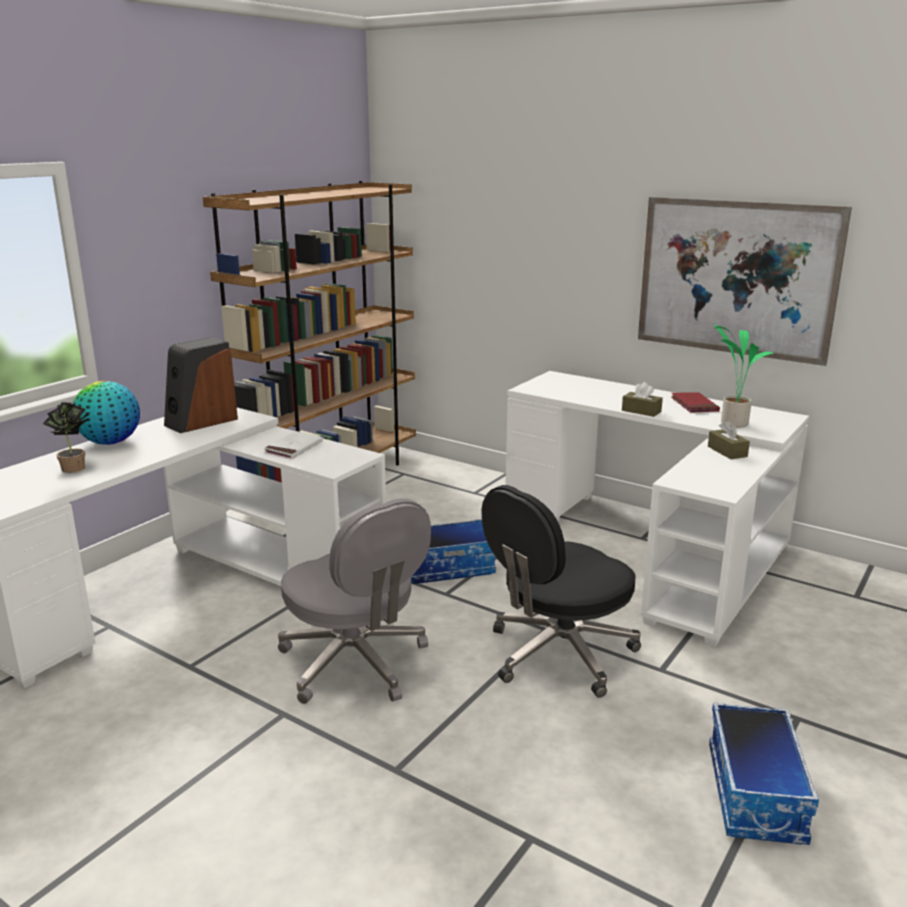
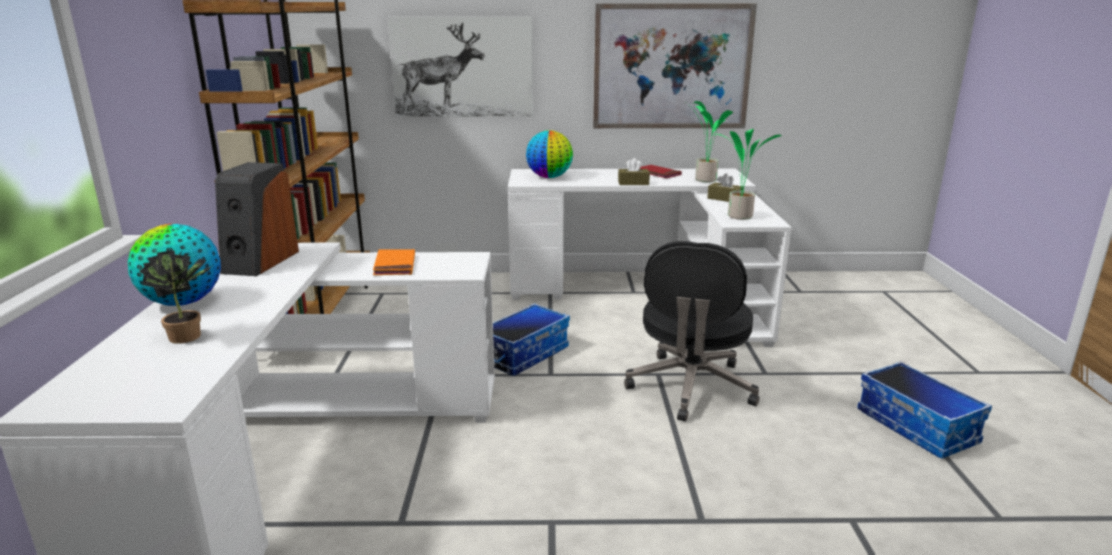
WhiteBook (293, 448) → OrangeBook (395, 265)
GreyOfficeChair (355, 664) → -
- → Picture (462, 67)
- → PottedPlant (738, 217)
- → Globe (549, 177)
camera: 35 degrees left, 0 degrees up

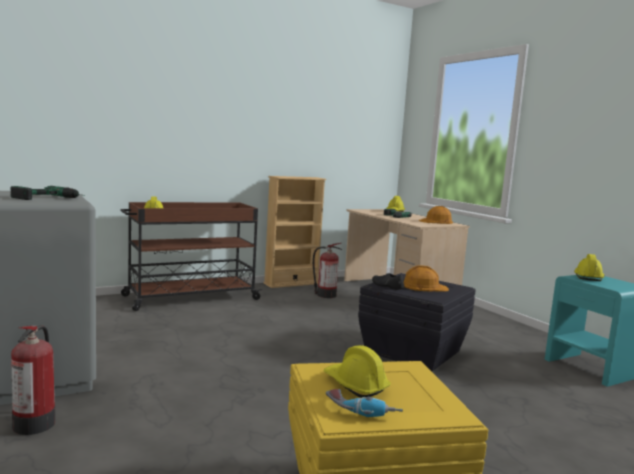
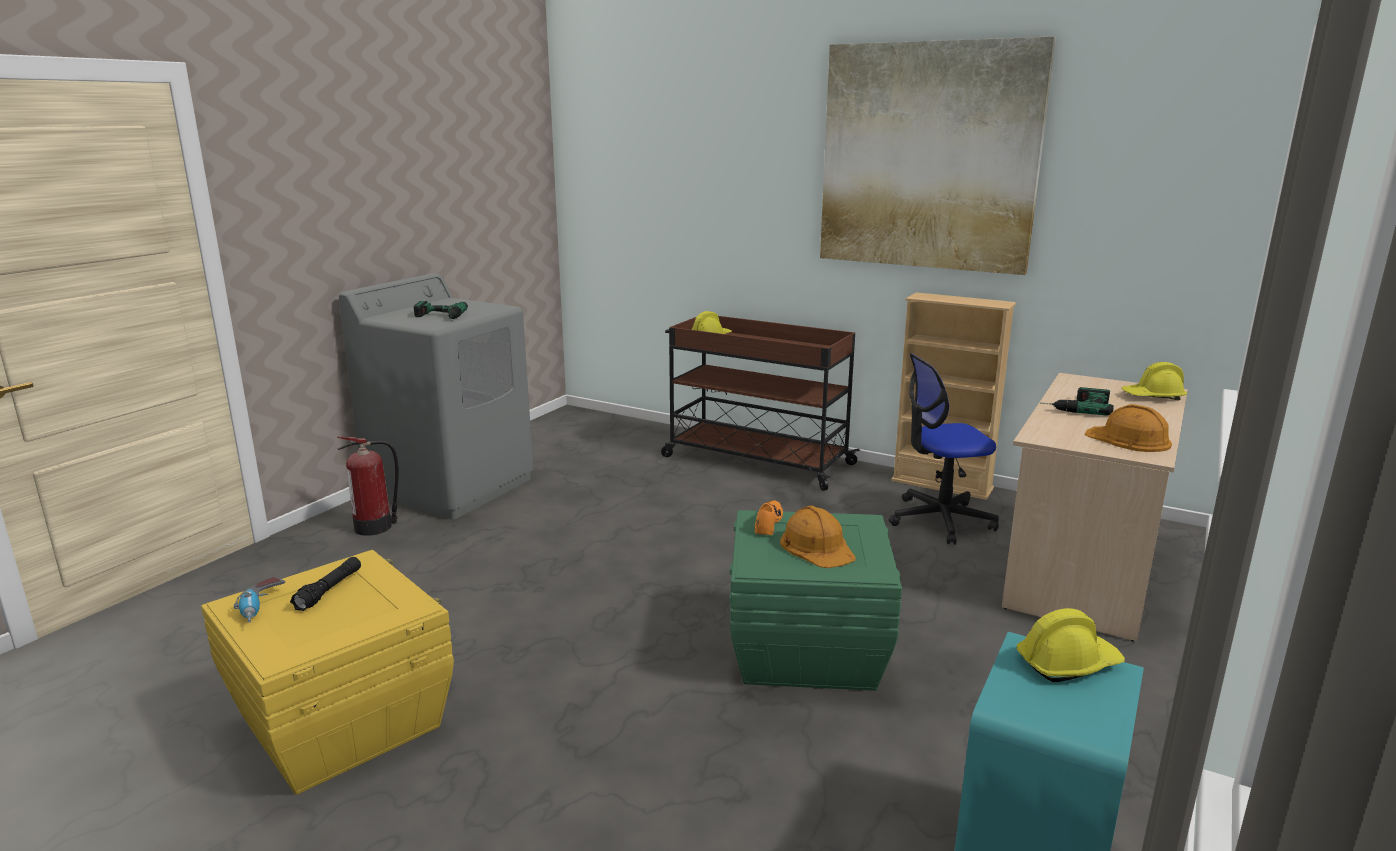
FireExtinguisher (325, 295) → OfficeChair (940, 520)
BlackStorageBox (411, 351) → GreenStorageBox (805, 649)
BlackShoe (387, 286) → OrangeShoe (767, 523)
YellowHardHat (355, 385) → BlackFlashlight (329, 590)
- → Picture (928, 157)
camera: 60 degrees right, 10 degrees up

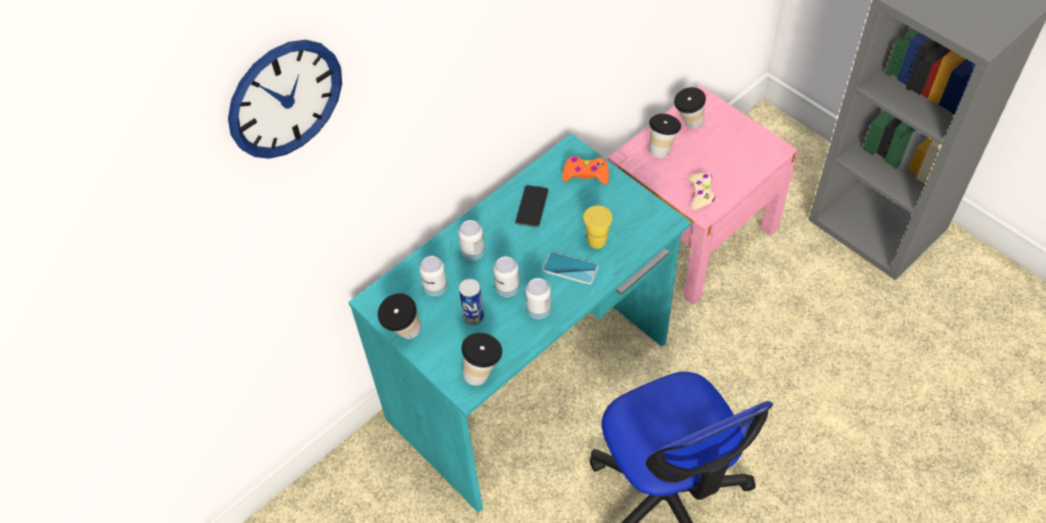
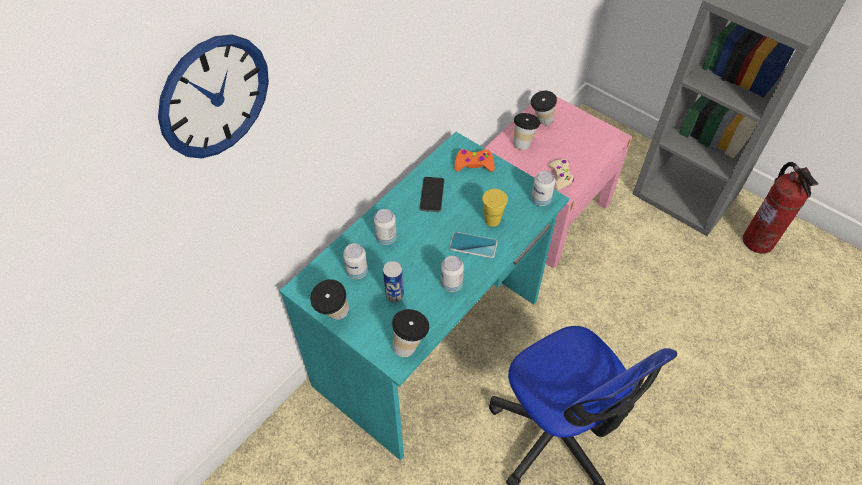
Can (507, 288) → Can (541, 200), shifted
- → FireExtinguisher (758, 241)
camera: 10 degrees left, 0 degrees up

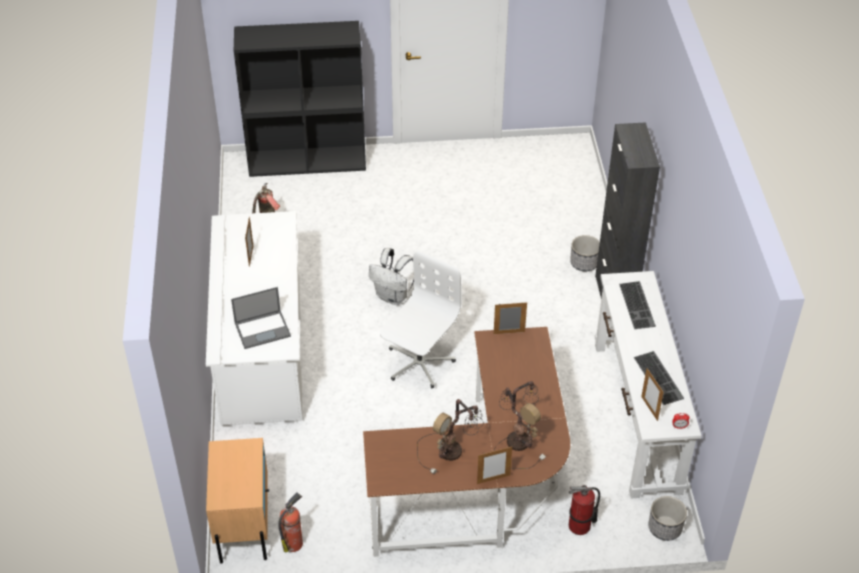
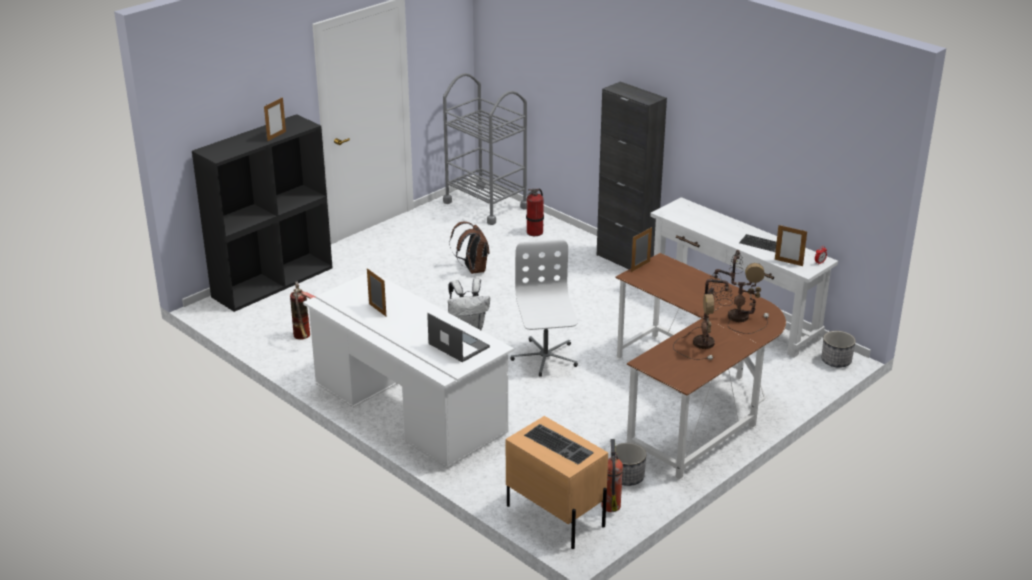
Planter (584, 263) → Planter (627, 477), shifted
Keyboard (638, 305) → Keyboard (560, 444), shifted
Laptop (263, 329) → Laptop (458, 345), 75 degrees counterclockwise
PictureFrame (493, 479) → PictureFrame (276, 136), shifted
FireExtinguisher (580, 526) → FireExtinguisher (535, 232), shifted
- → GreyCart (486, 205)
- → BrownBackpack (473, 269)
camera: 40 degrees left, 15 degrees down

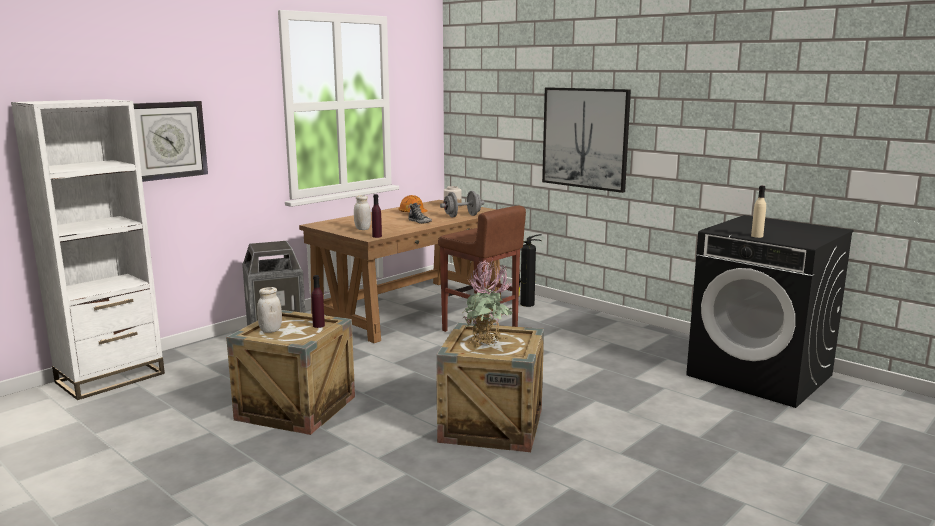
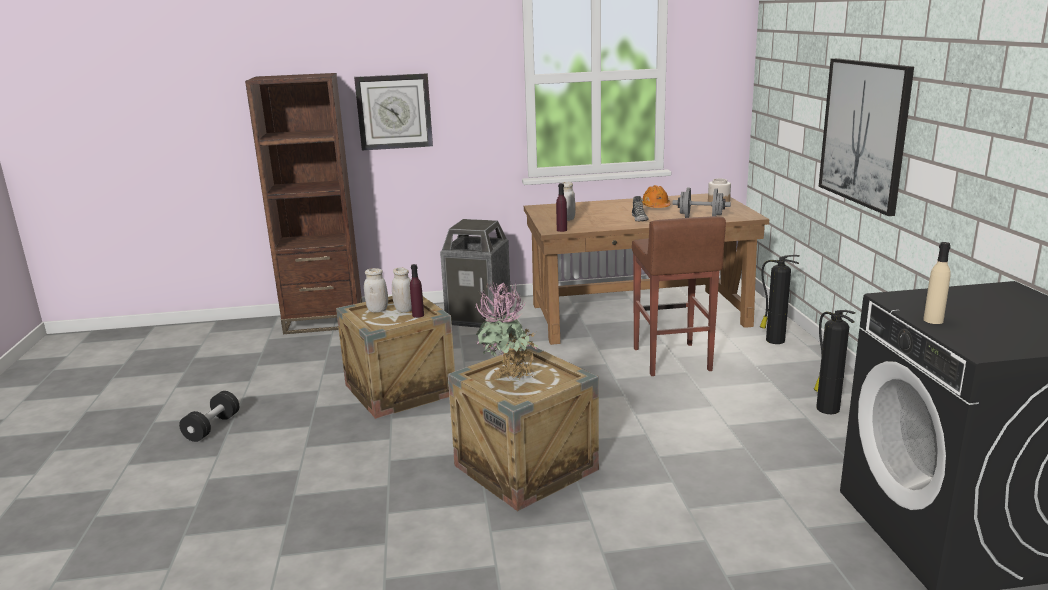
WhiteBookcase (110, 378) → BrownBookcase (324, 321)
- → WhiteJar (404, 310)
- → FireExtinguisher (826, 408)
- → BlackDumbbell (212, 427)
camera: 40 degrees right, 5 degrees up

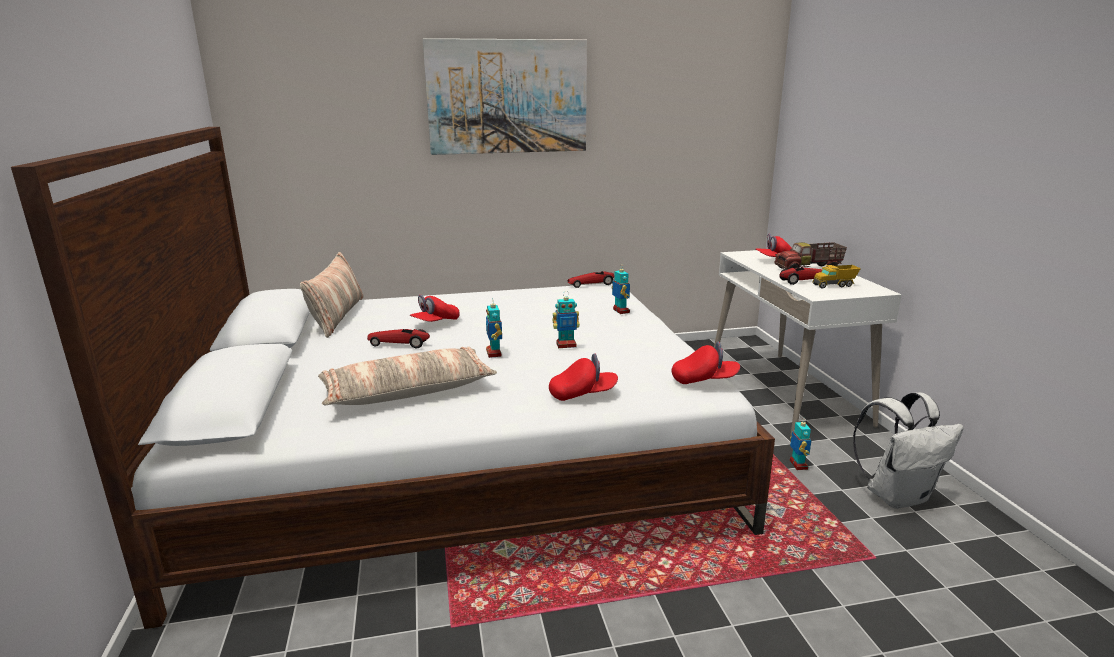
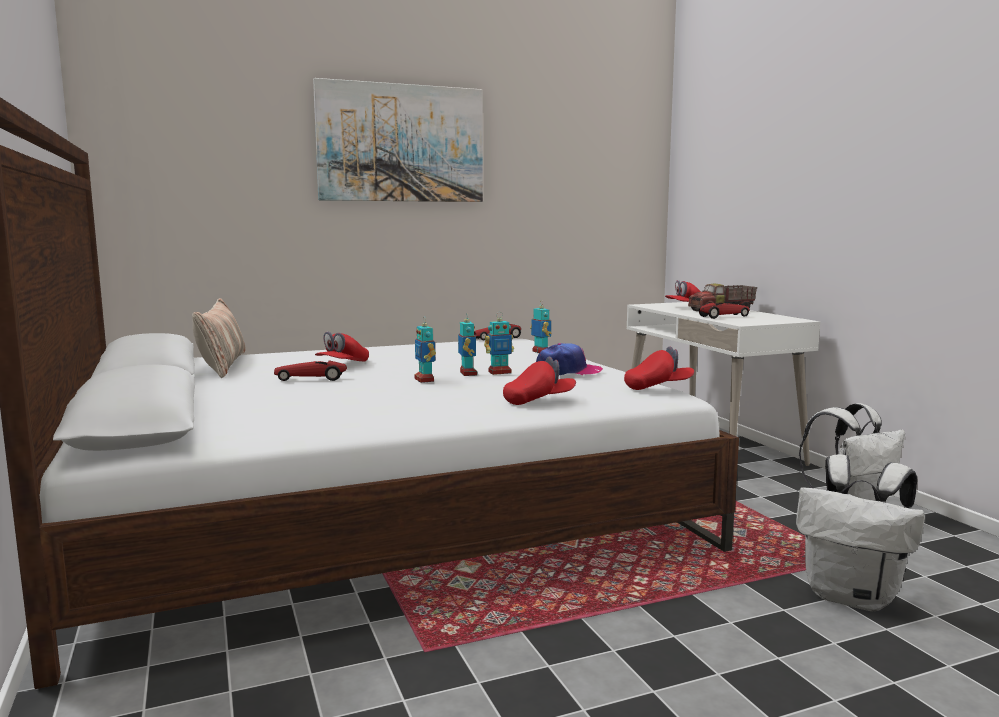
ToyTruck (834, 285) → -
Pillow (408, 391) → -
ToyRobot (798, 465) → ToyRobot (467, 373), shifted
- → Cap (568, 371)
- → WhiteBackpack (853, 597)
camera: 10 degrees left, 10 degrees down

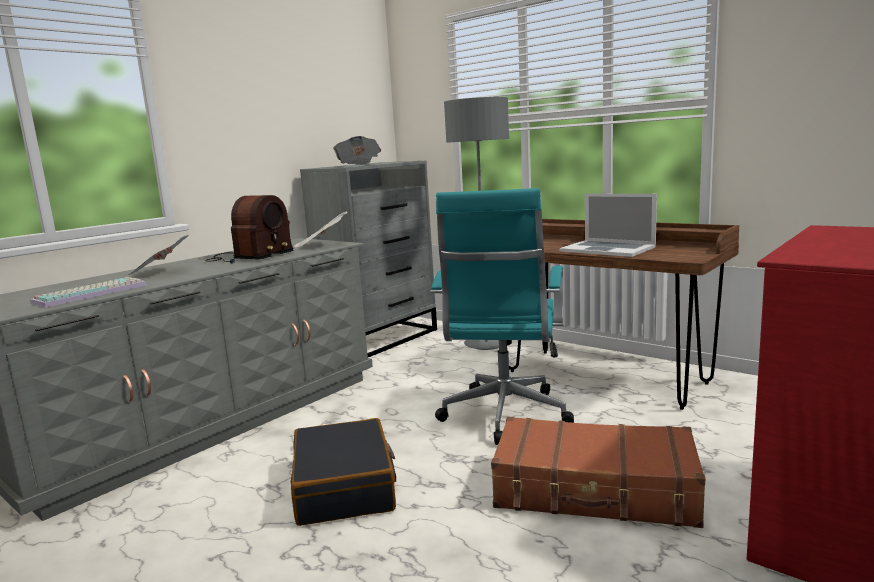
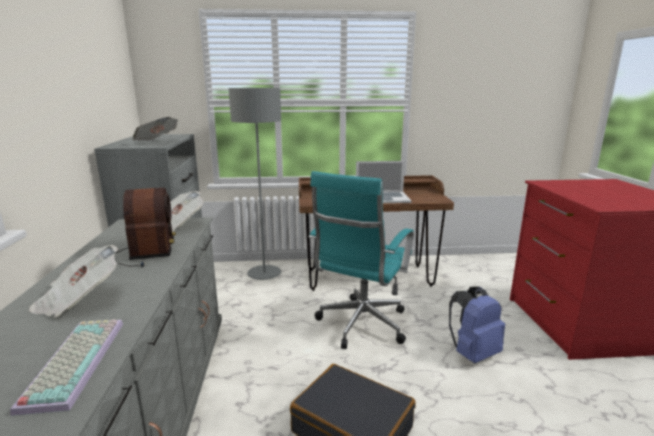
TurquoiseOfficeChair (504, 417) → TurquoiseOfficeChair (360, 326), 60 degrees clockwise
BrownSuitcase (595, 490) → BlueBackpack (472, 353)
camera: 45 degrees left, 5 degrees up

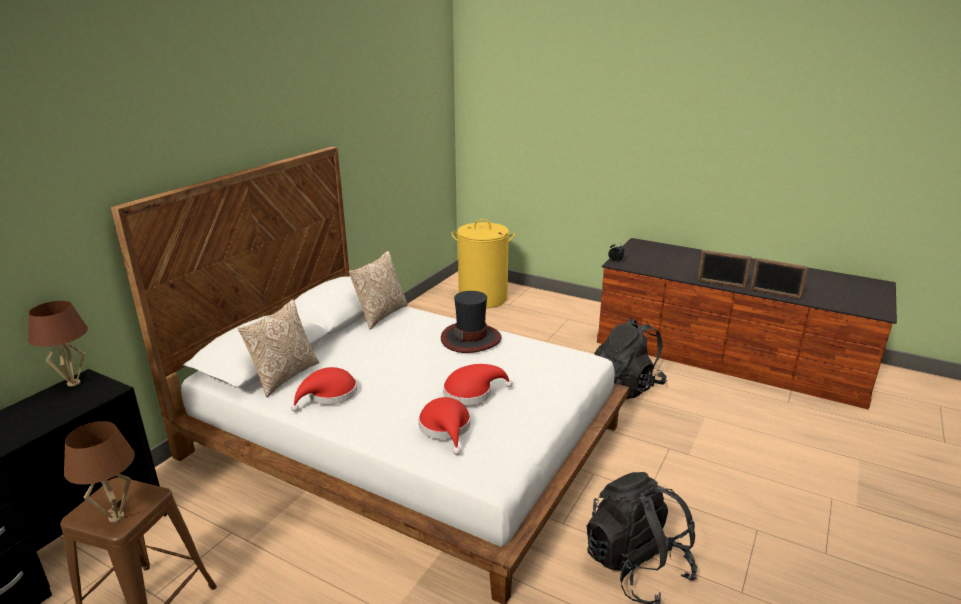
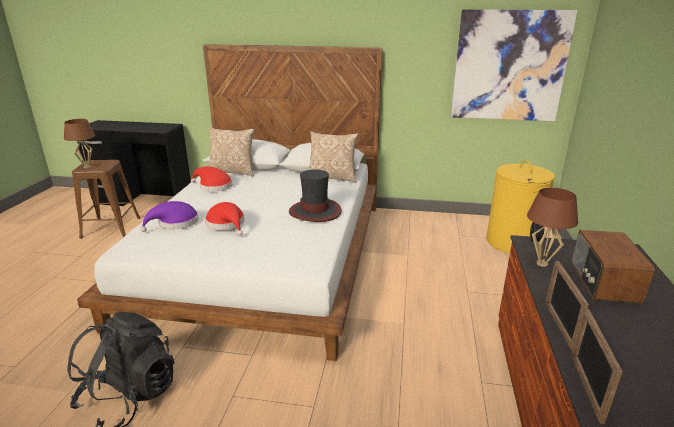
BrownTableLamp (74, 383) → BrownTableLamp (542, 264), shifted
BlackBackpack (627, 386) → -
RedHat (446, 428) → PurpleHat (175, 223)
- → Picture (509, 66)
- → Radio (602, 282)
camera: 70 degrees right, 0 degrees up

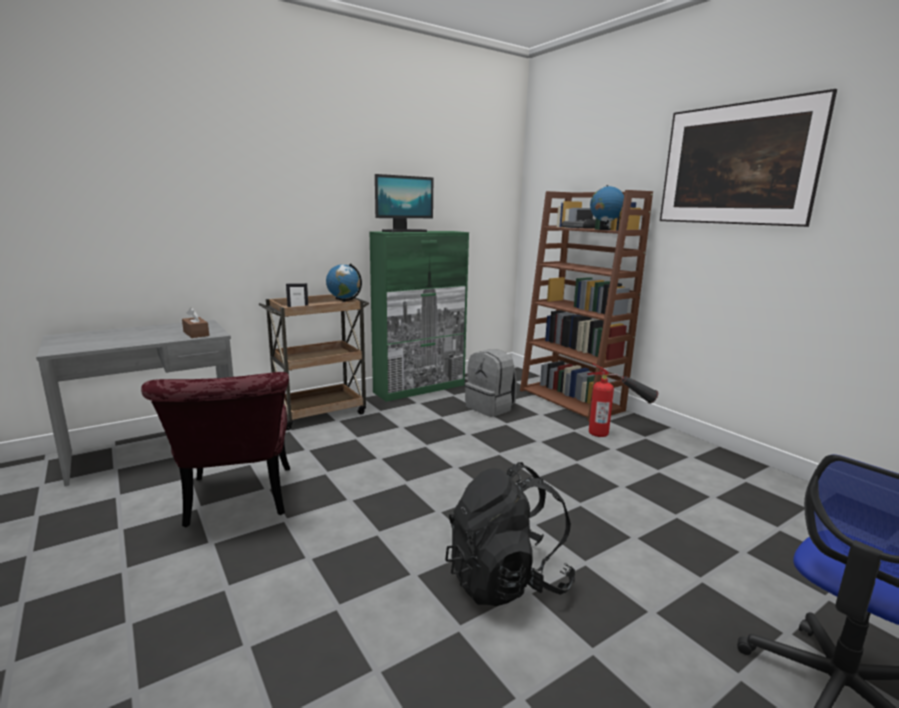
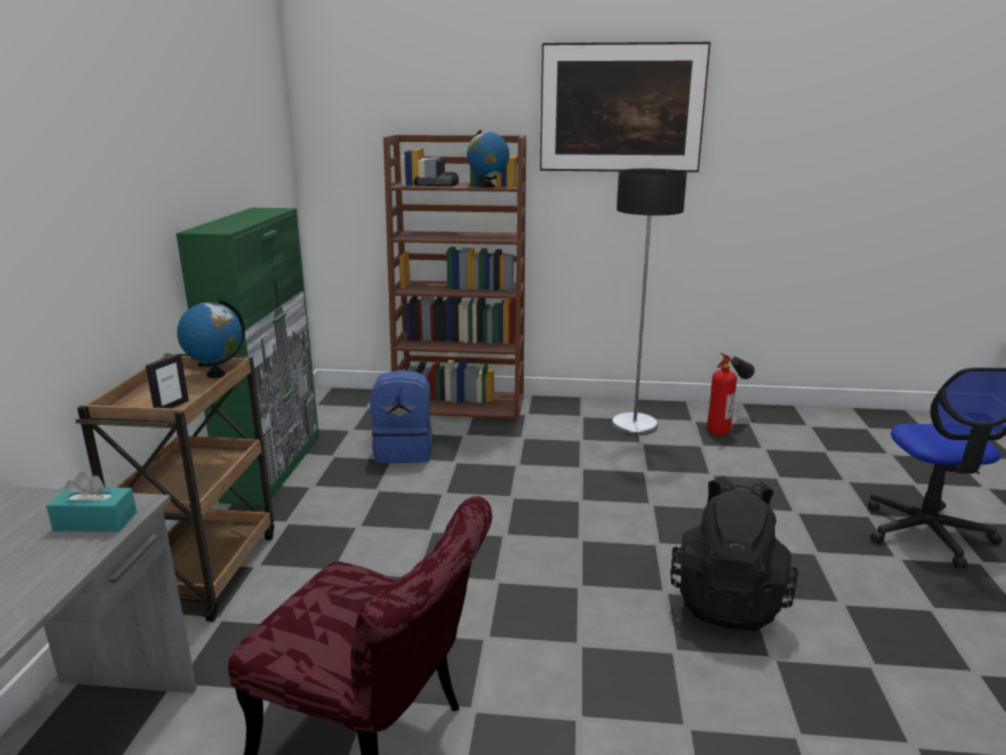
Monitor (404, 231) → -
BrownTissueBox (196, 334) → TurquoiseTissueBox (95, 521)
GreyBackpack (490, 407) → BlueBackpack (404, 451)
FireExtinguisher (616, 433) → FireExtinguisher (726, 423), shifted
- → FloorLamp (635, 425)
camera: 50 degrees left, 5 degrees up

